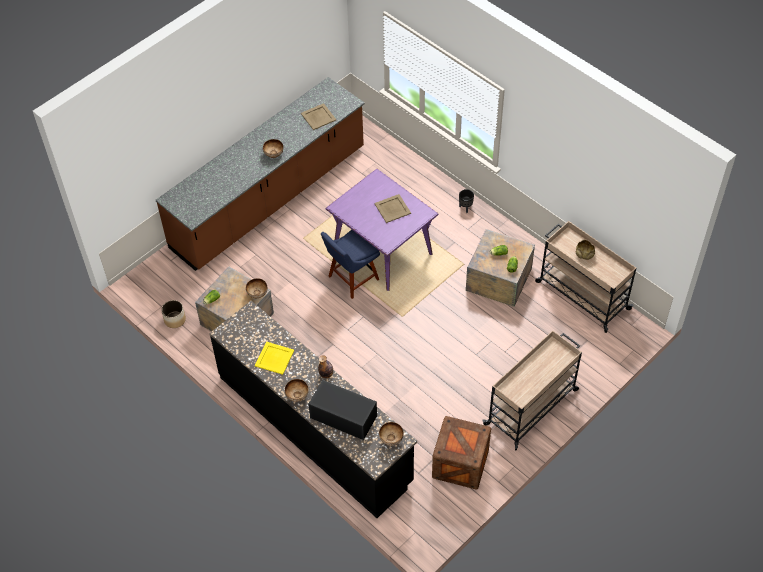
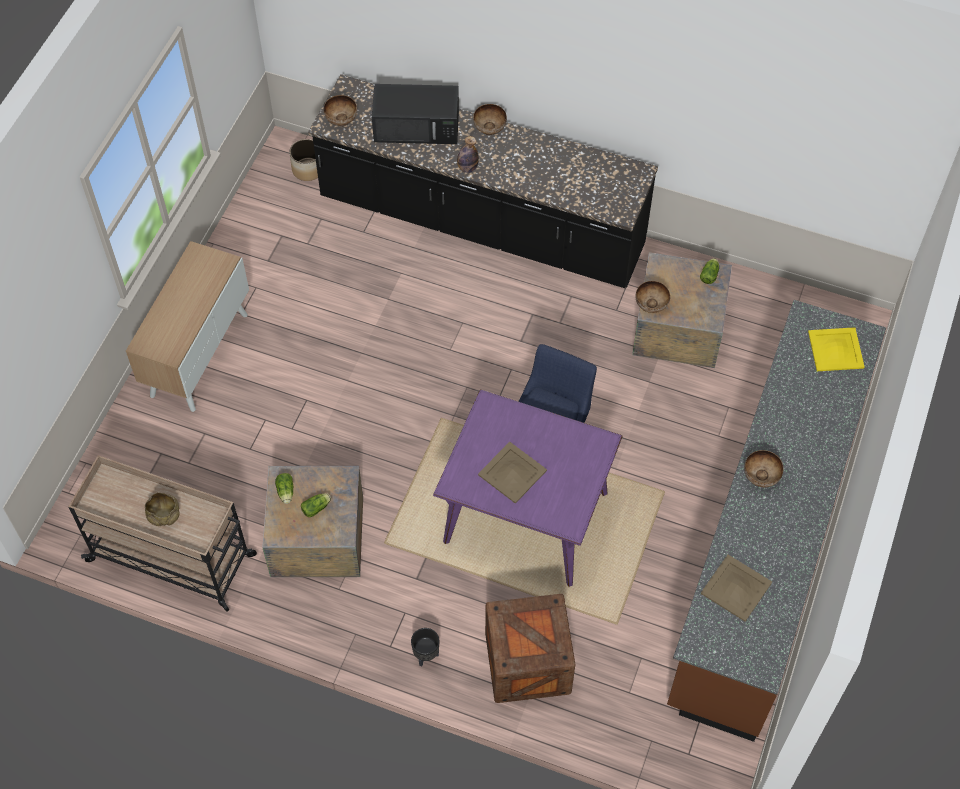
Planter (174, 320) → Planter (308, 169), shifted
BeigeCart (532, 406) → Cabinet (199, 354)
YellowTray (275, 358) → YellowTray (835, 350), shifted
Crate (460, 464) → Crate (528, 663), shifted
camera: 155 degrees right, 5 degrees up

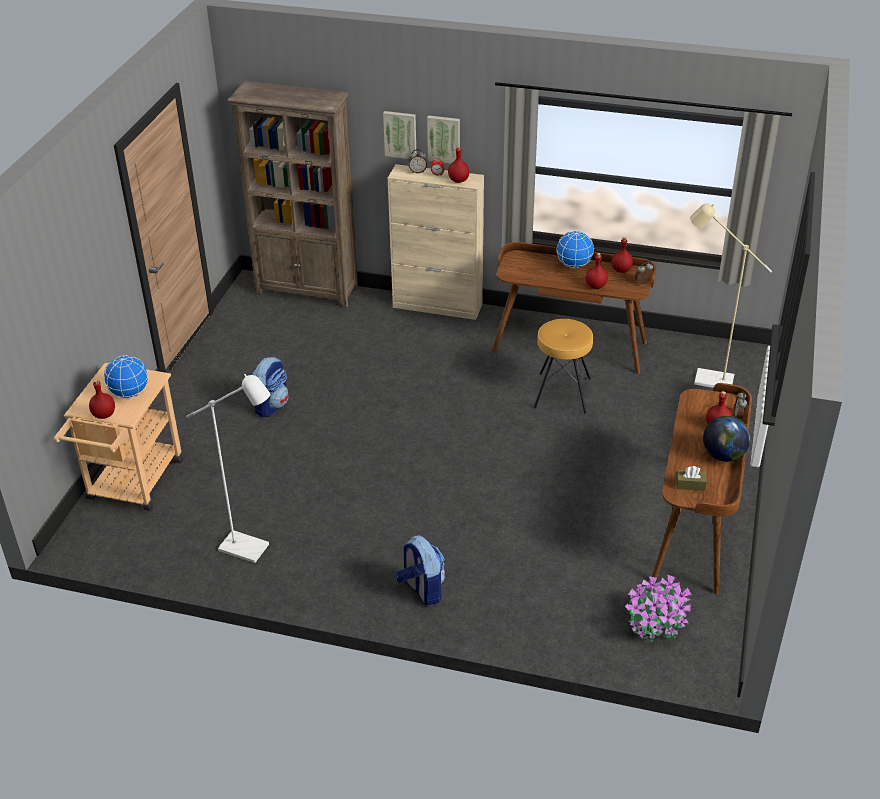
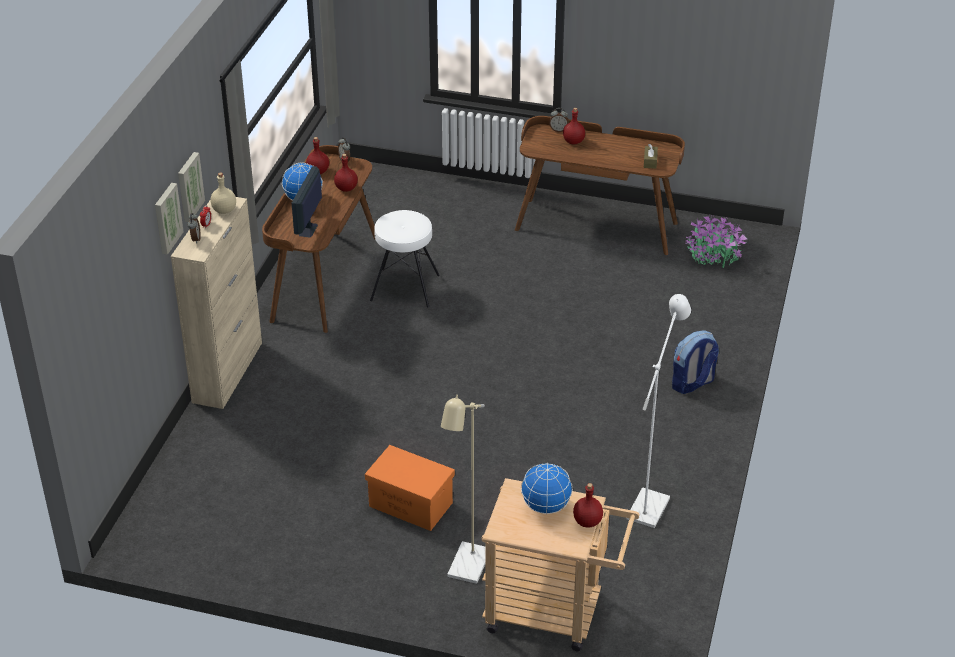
BrownBookcase (307, 291) → -
RedBottle (458, 180) → BeigeBottle (224, 210)
BeigeFloorLamp (706, 379) → BeigeFloorLamp (466, 570), shifted
BrownStool (561, 393) → WhiteStool (405, 288)
Backpack (271, 405) → OrangeStorageBox (410, 504)
Globe (723, 455) → -
- → Monitor (308, 230)
camera: 90 degrees left, 0 degrees up

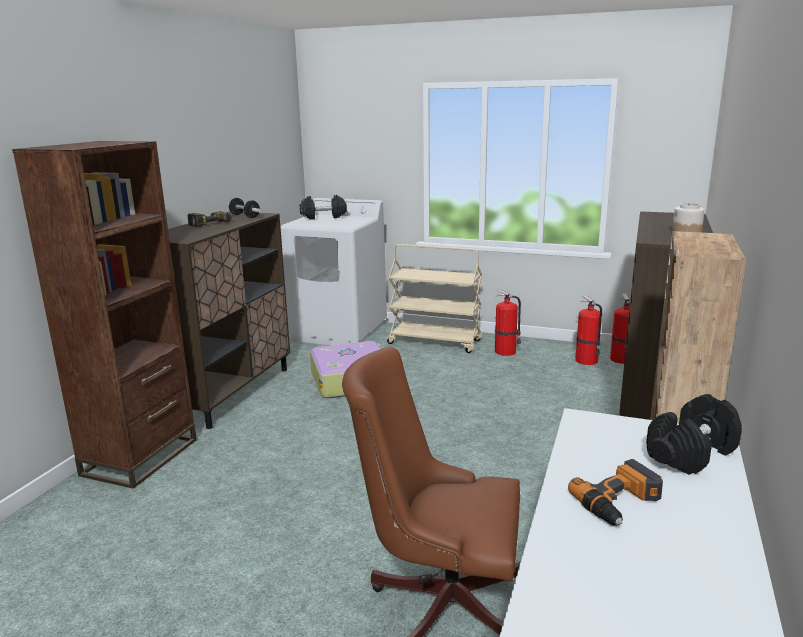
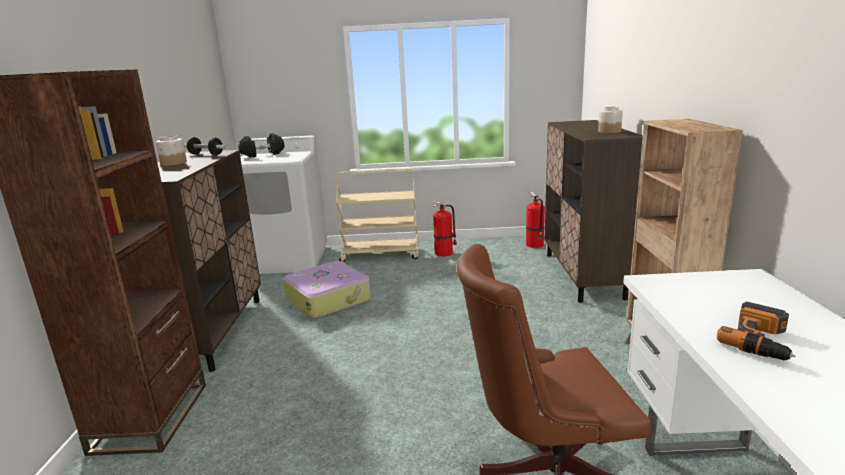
PowerDrill (207, 223) → Jar (173, 163)
FireExtinguisher (587, 361) → -
BlackDumbbell (691, 454) → -
camera: 20 degrees left, 0 degrees up

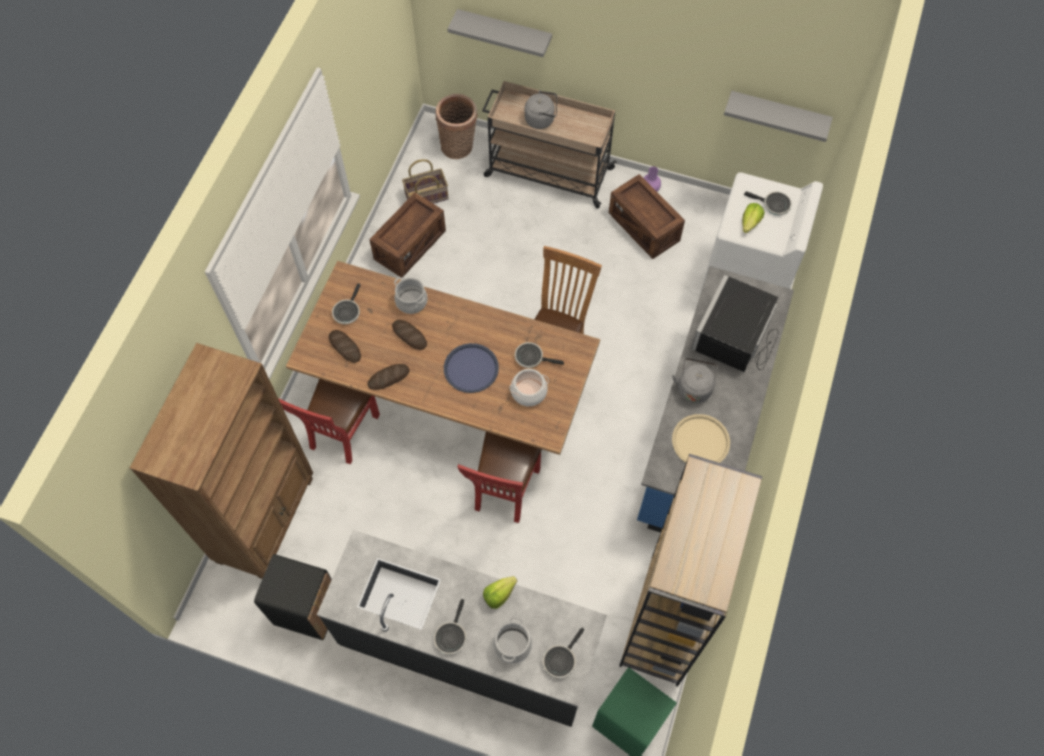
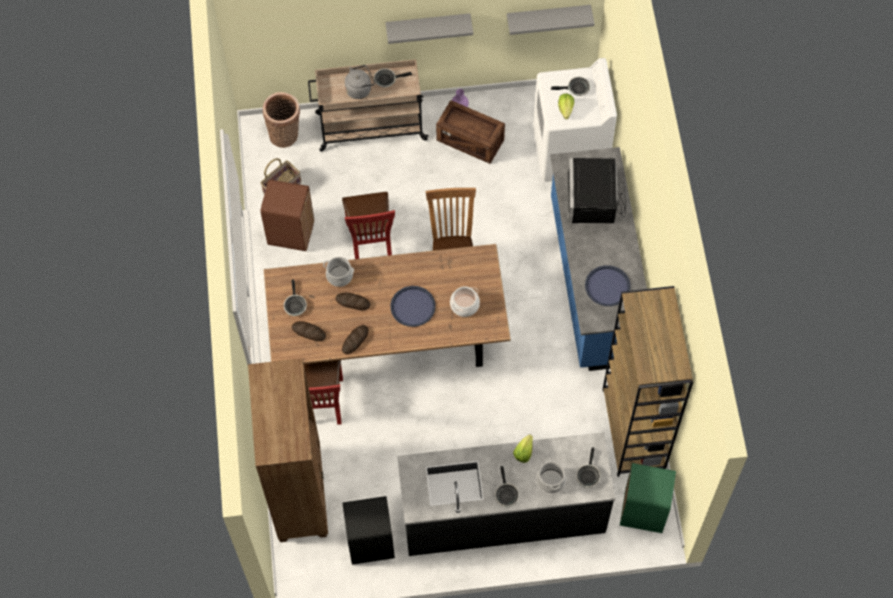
GreyShelf (504, 32) → GreyShelf (428, 25), shifted
Crate (410, 245) → BrownTrashCan (291, 234)
FryingPan (531, 358) → FryingPan (387, 79), shifted
GreyKettle (694, 387) → -
BeigeTray (700, 441) → BlueTray (607, 286)
RedChair (504, 492) → RedChair (371, 243), shifted
camera: 25 degrees left, 0 degrees up

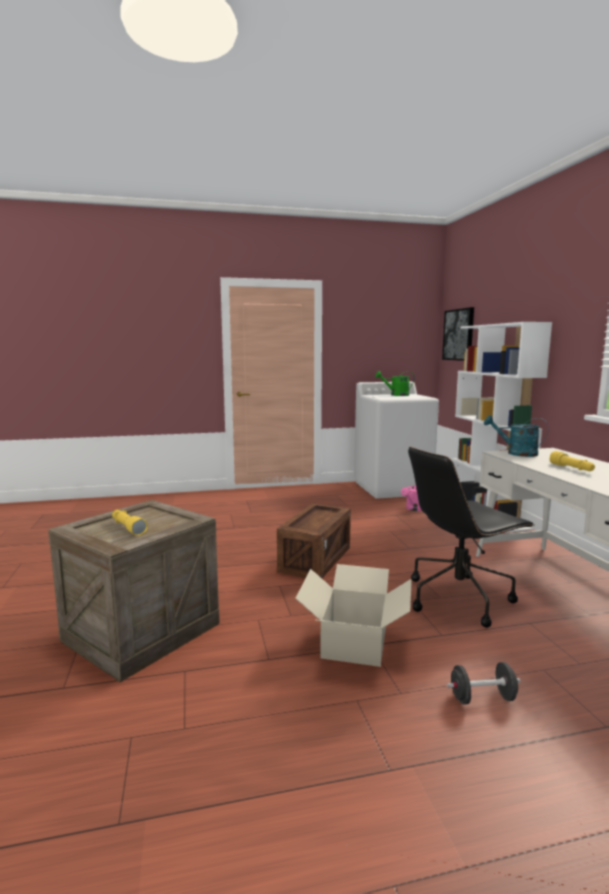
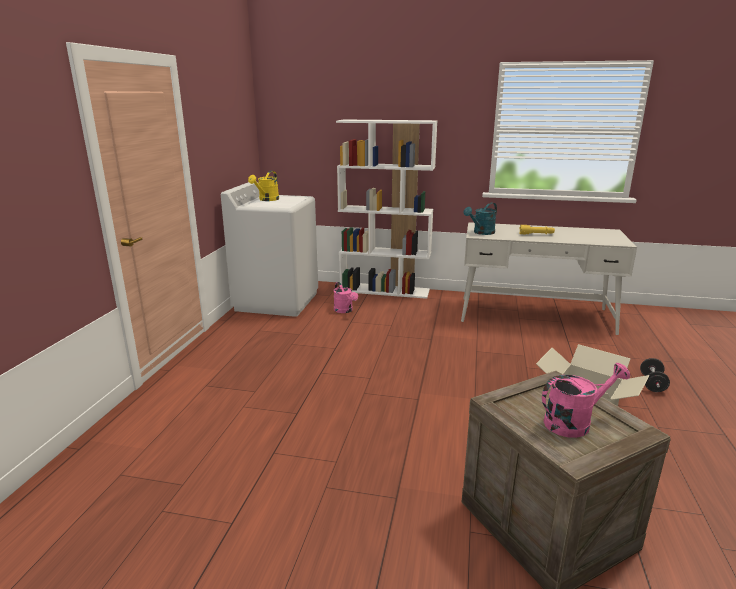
Picture (458, 334) → -
GreenWateringCan (396, 395) → YellowWateringCan (267, 200)
BlackOfficeChair (459, 597) → -
Crate (315, 560) → -
YellowFlashlight (127, 528) → PinkWateringCan (574, 422)
camera: 65 degrees left, 10 degrees up

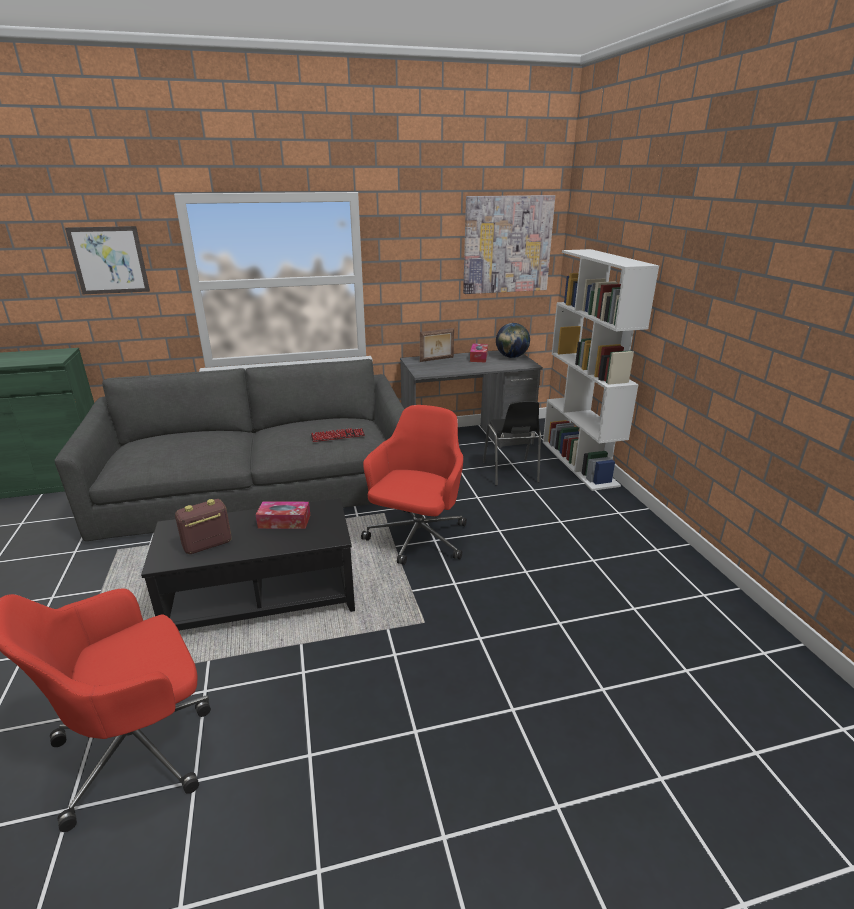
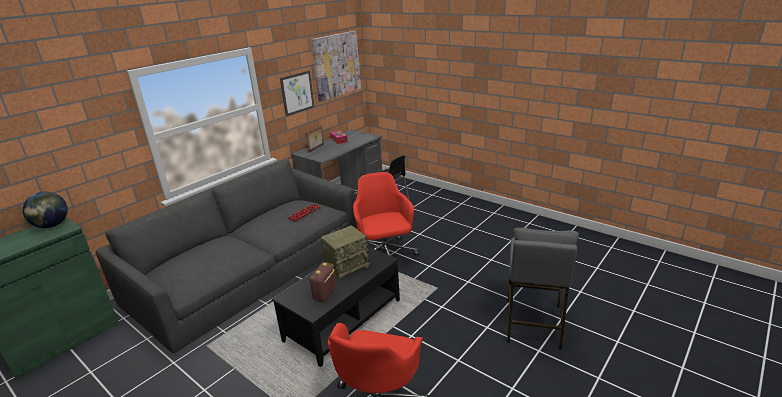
Picture (109, 260) → Picture (297, 93), shifted
WhiteBookcase (579, 463) → -
Globe (511, 357) → Globe (52, 226), shifted
TissueBox (284, 521) → Radio (347, 265)
- → GreyStool (533, 324)
camera: 35 degrees left, 0 degrees up

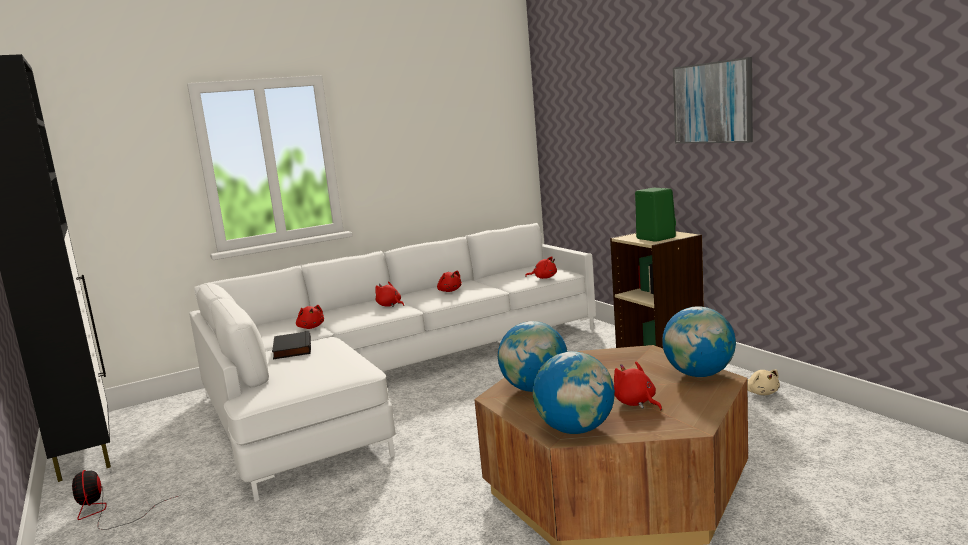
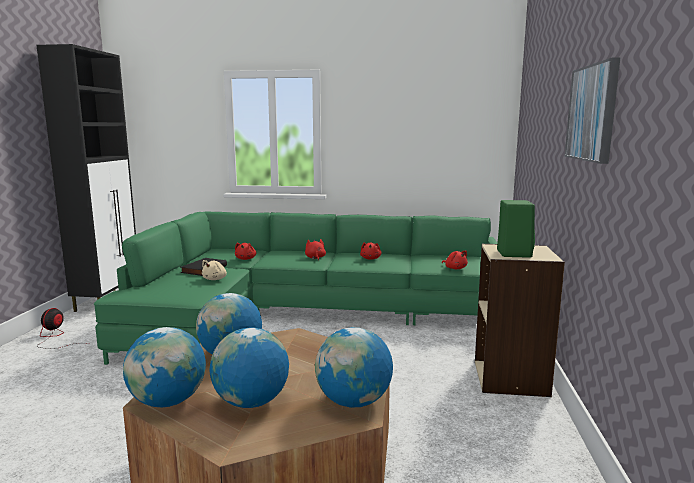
WhiteSofa (390, 379) → GreenSofa (301, 315)
RedPlushToy (636, 403) → Globe (251, 402)
BeigePlushToy (762, 393) → BeigePlushToy (215, 279), shifted
camera: 35 degrees right, 0 degrees up

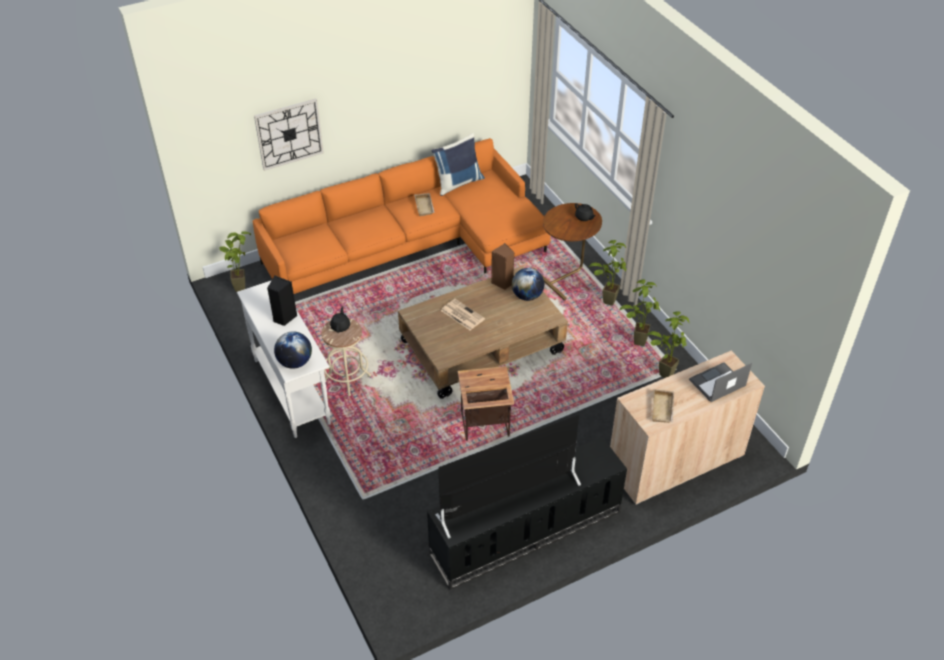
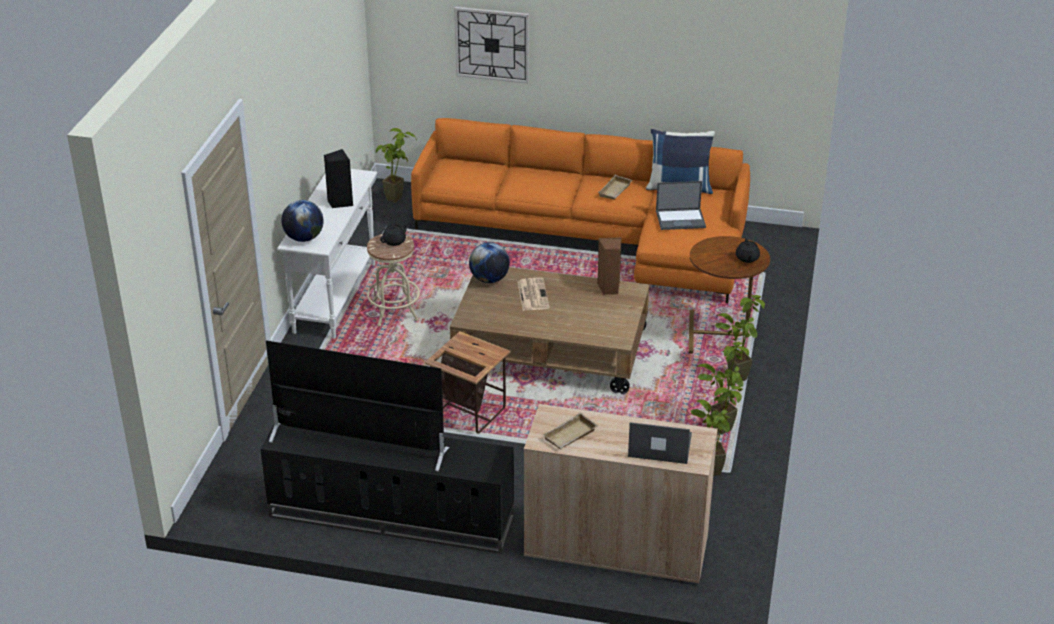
Globe (527, 296) → Globe (489, 279), shifted
- → Laptop (681, 219)
camera: 40 degrees right, 10 degrees down

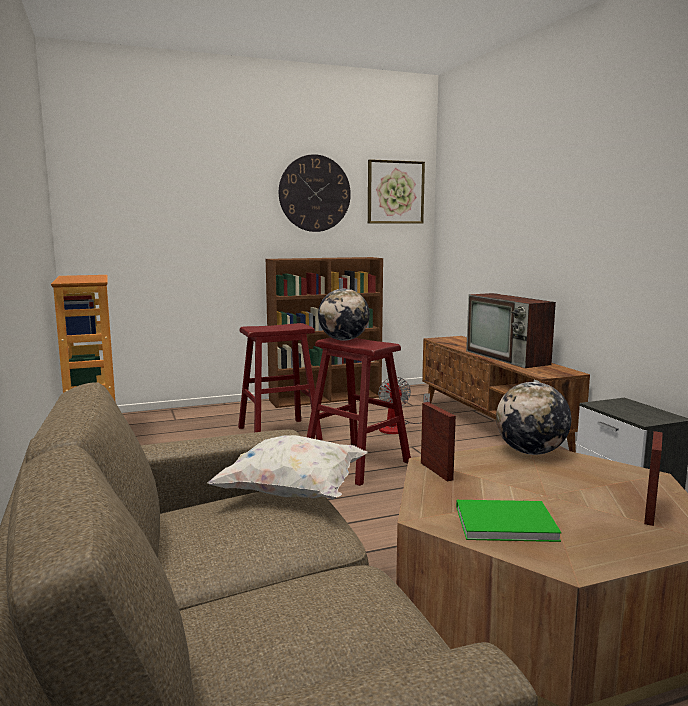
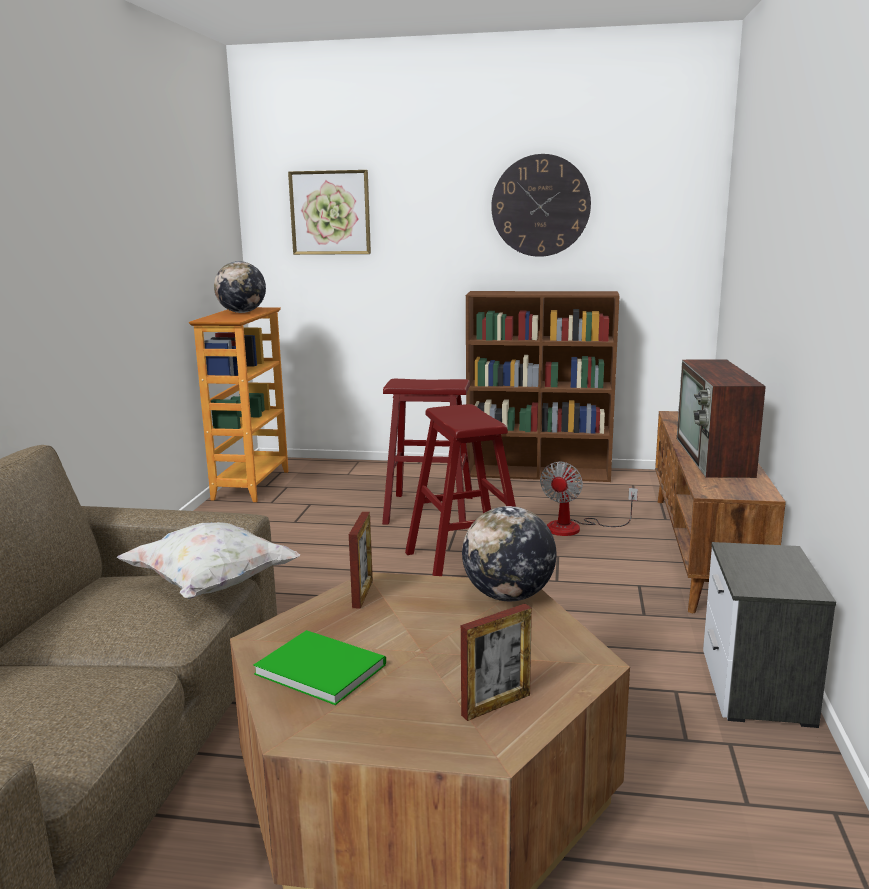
Picture (395, 192) → Picture (330, 213), shifted
Globe (344, 340) → Globe (242, 312), shifted
camera: 30 degrees right, 5 degrees up

